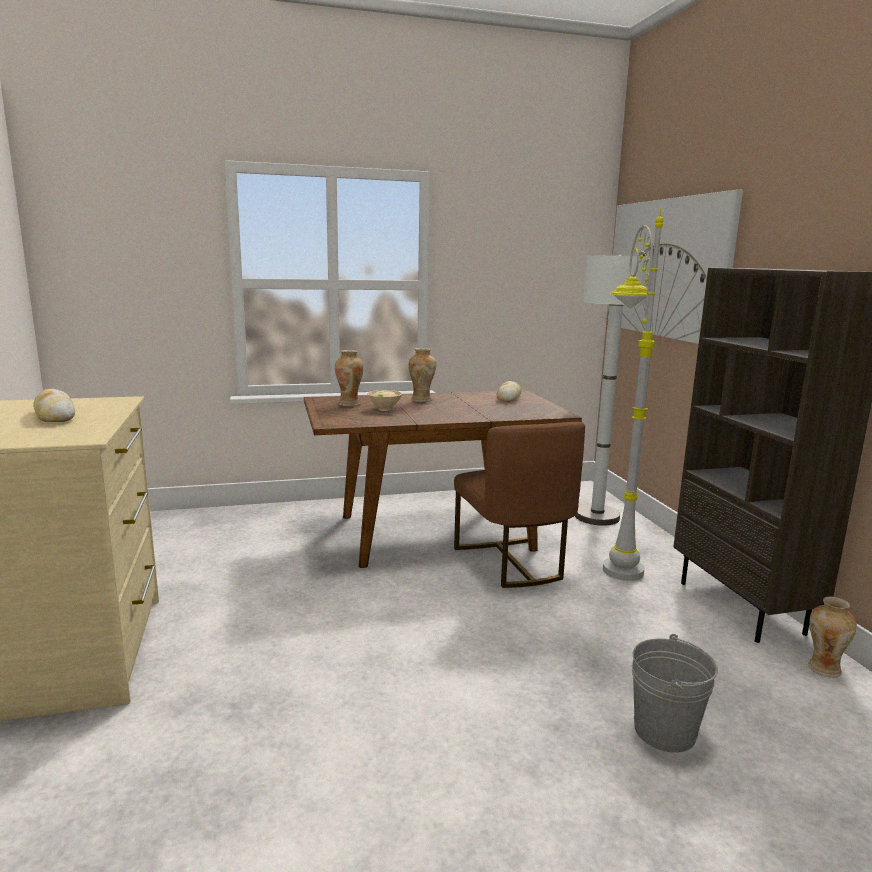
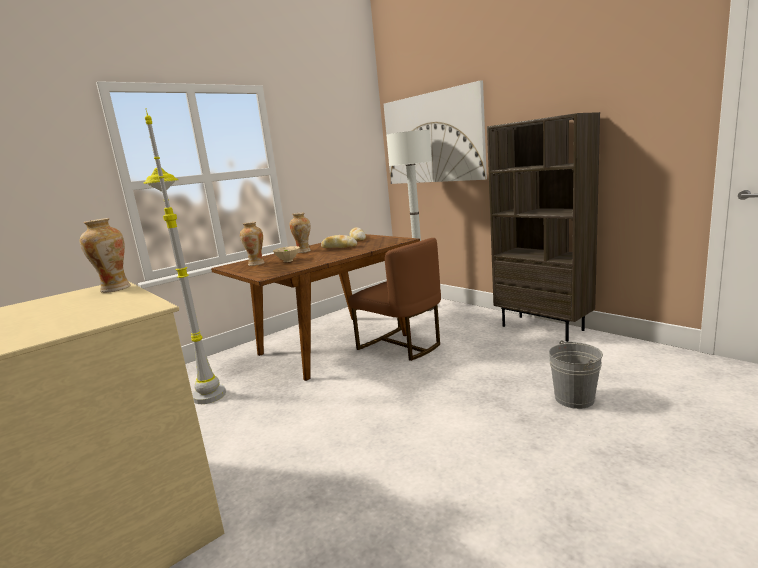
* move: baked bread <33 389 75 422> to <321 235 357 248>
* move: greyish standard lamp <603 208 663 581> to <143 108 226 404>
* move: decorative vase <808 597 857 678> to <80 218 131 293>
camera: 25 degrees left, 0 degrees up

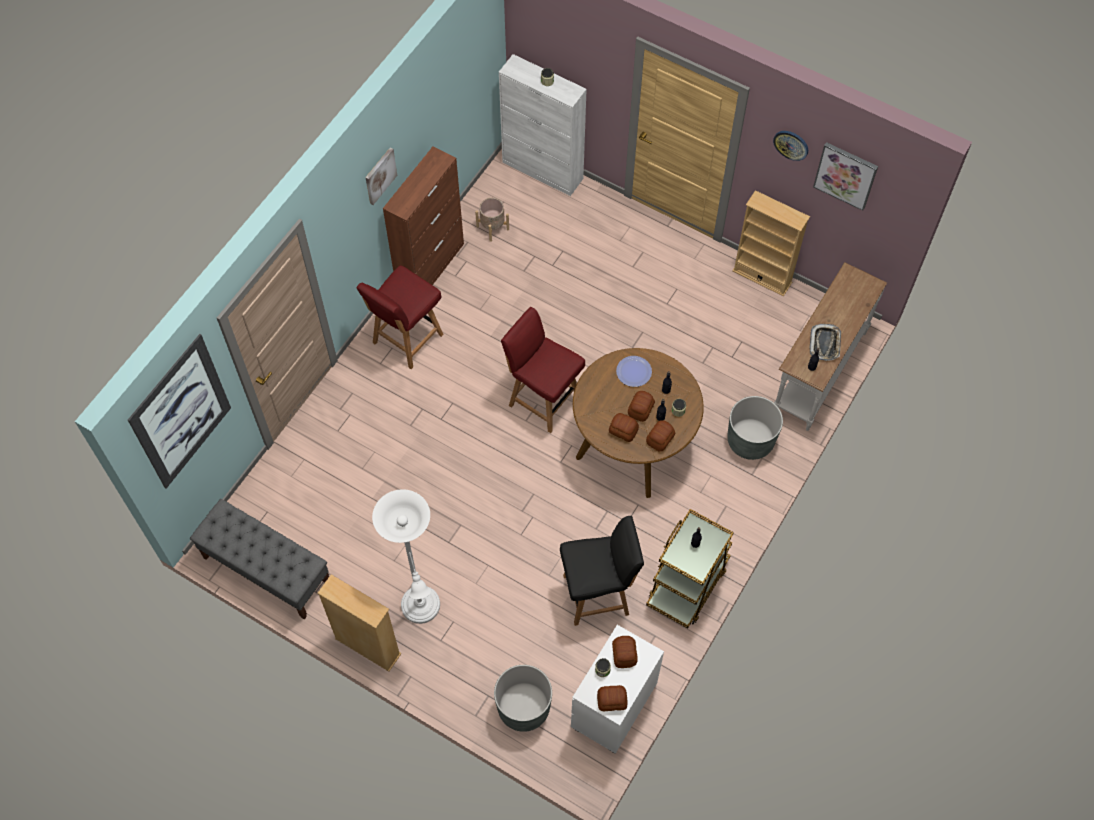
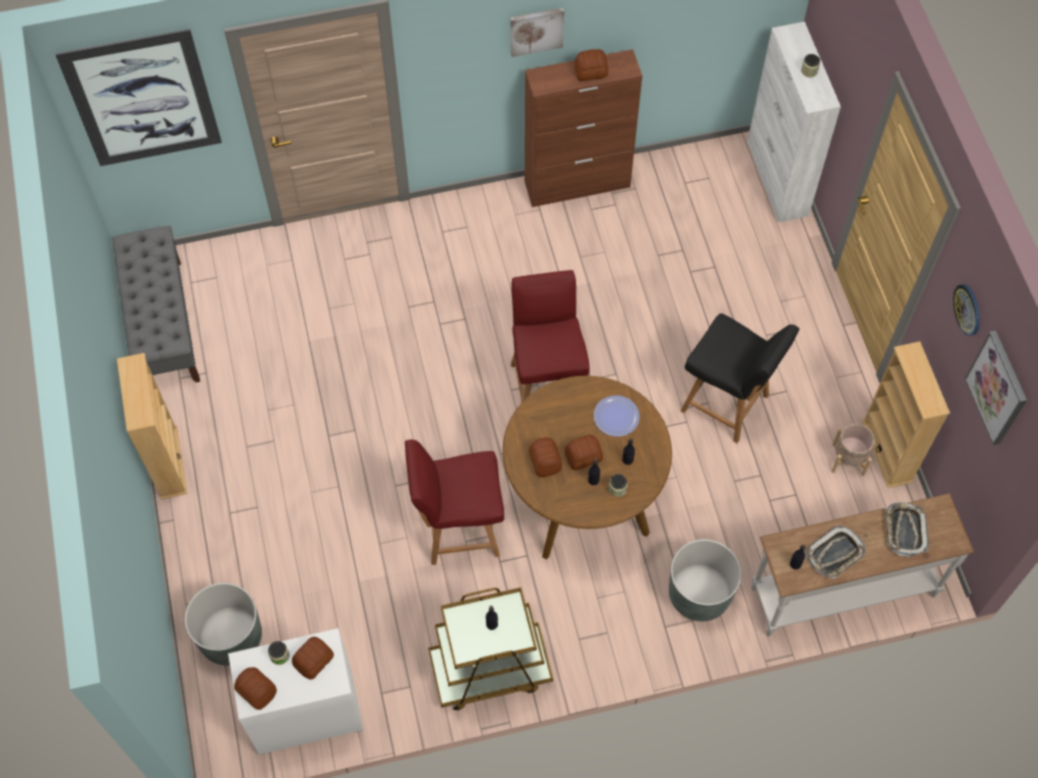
* move: reddish chair <357 265 443 369> to <405 440 504 565>
* delete: whitish standard lamp <372 489 440 624>
* move: beige flower pot <475 198 509 242> to <832 424 875 476>
* move: black-coloured chair <560 516 644 626> to <681 313 799 443>
* move: baked bread <646 420 675 452> to <574 49 608 81>
* insert: serving tray <885 502 929 557>
camera: 45 degrees right, 0 degrees up

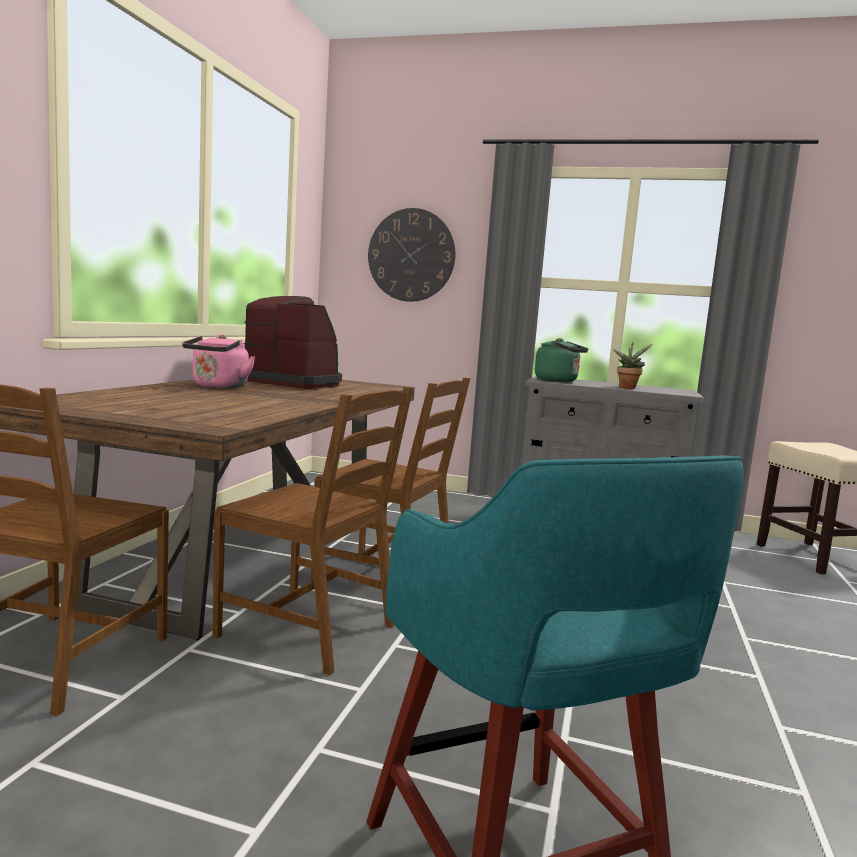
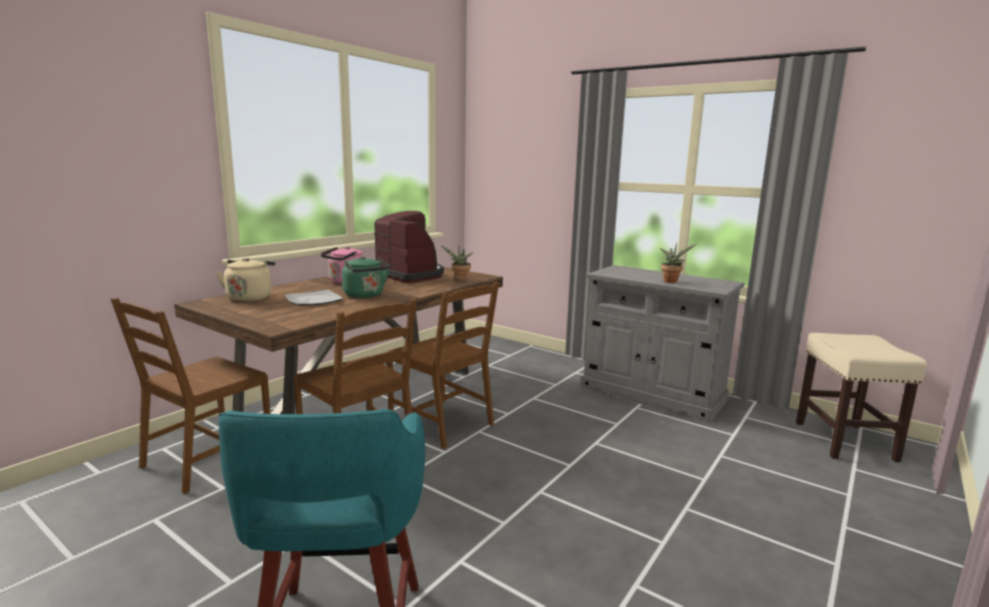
* delete: clock on the wall <368 208 455 302>
* move: green water kettle <535 338 588 382> to <342 256 390 298>
* insert: beige water kettle <216 258 275 302>
* insert: plate <285 290 343 306>
* insert: houseplant <440 245 472 281>
camera: 20 degrees right, 5 degrees up

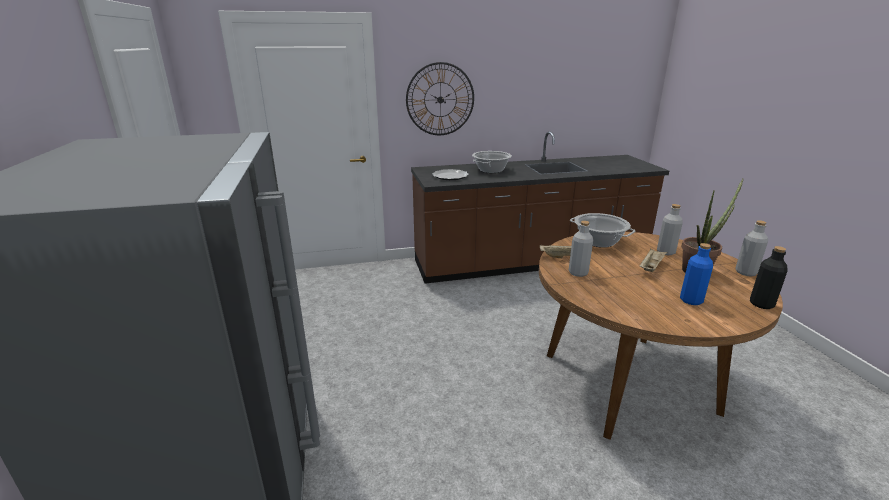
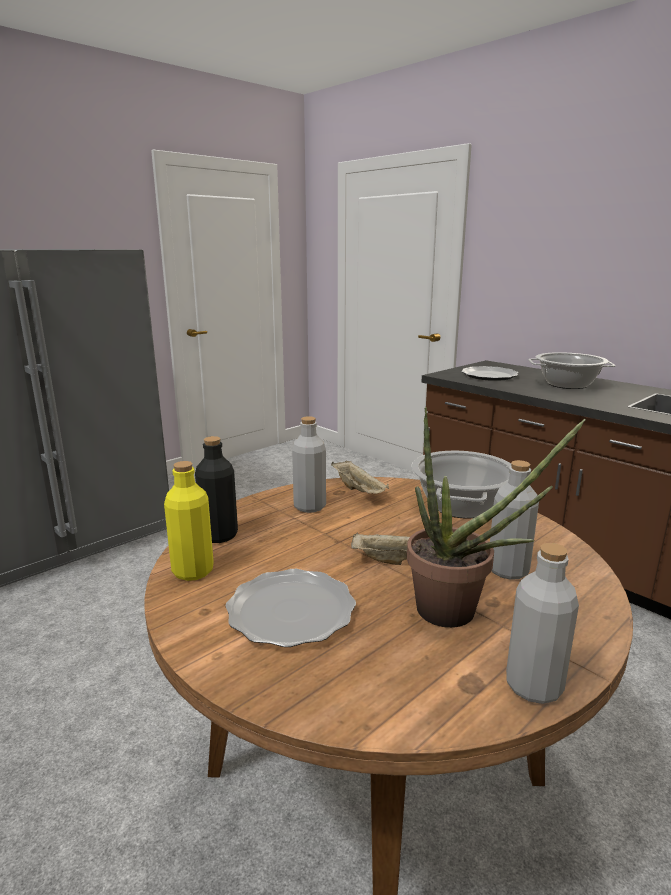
* delete: clock on the wall <406 62 474 135>
* replace: blue drink bottle <680 243 713 305> to plate <225 569 356 647>
* move: black-coloured drink bottle <750 246 788 309> to <195 436 238 543>
* insert: yellow drink bottle <164 461 214 581>
camera: 60 degrees right, 5 degrees down

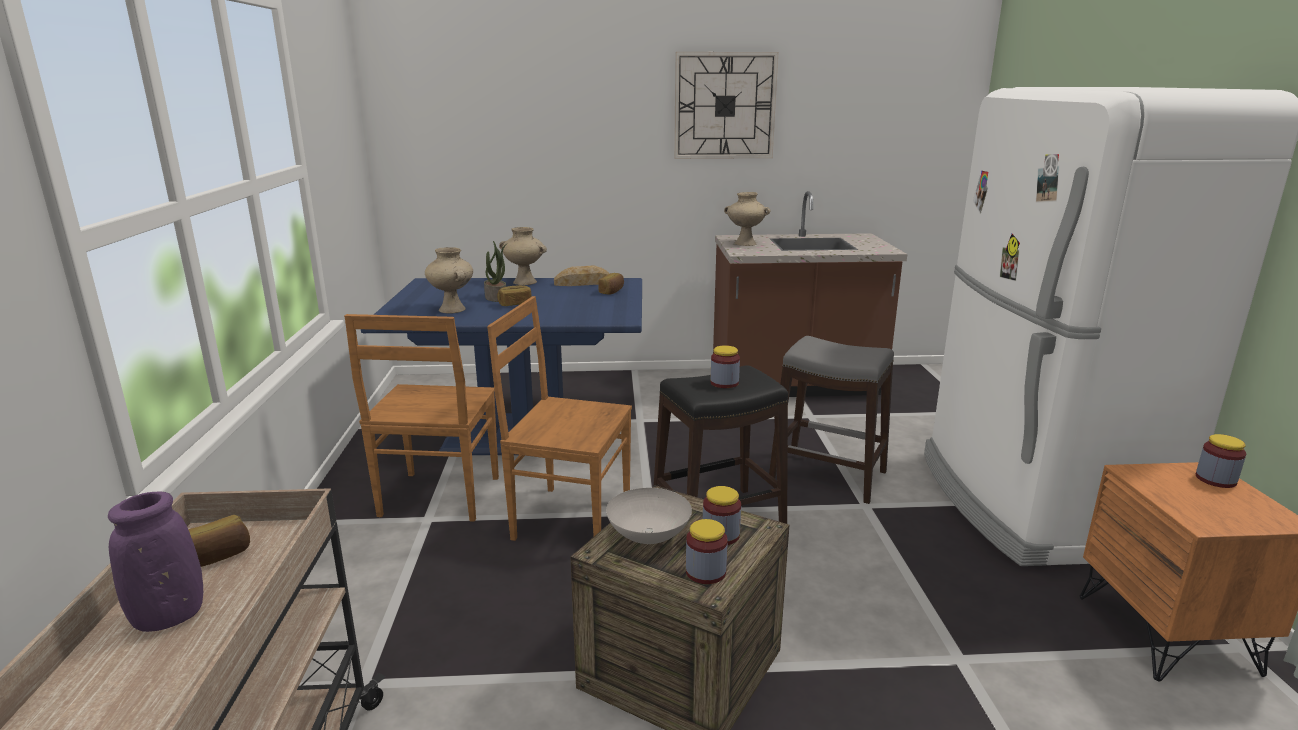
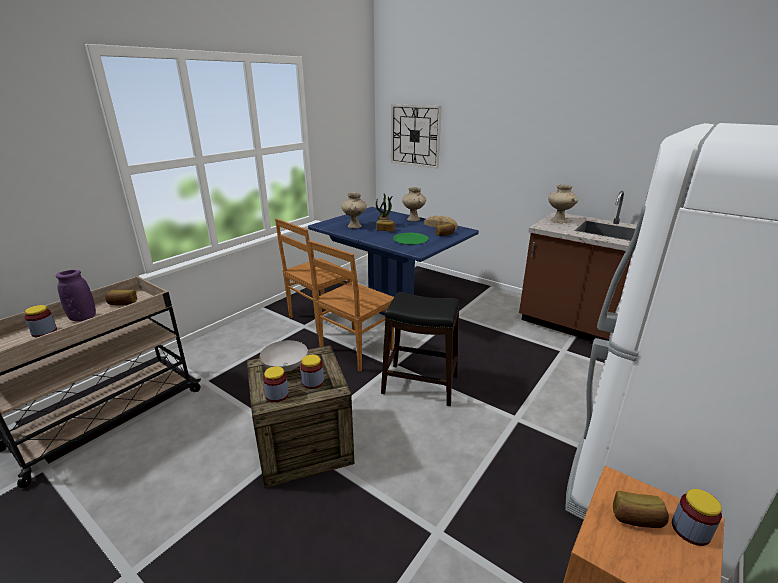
* rotate: brown chair <487 296 632 541> = <308 240 394 372> 105 degrees counterclockwise
* move: clock on the wall <674 52 778 159> to <391 104 442 168>
* move: preserve jar <711 345 740 388> to <24 305 57 338>
* delete: greyish stool <769 336 894 504>
* insert: green plate <393 233 429 245>
* insert: baked bread <613 491 669 528>
camera: 40 degrees right, 5 degrees up

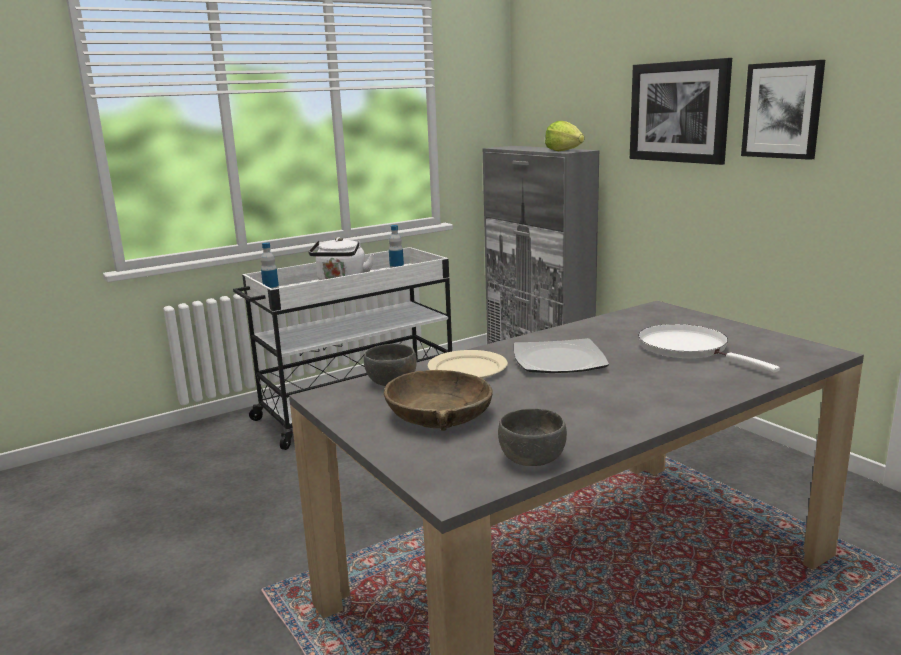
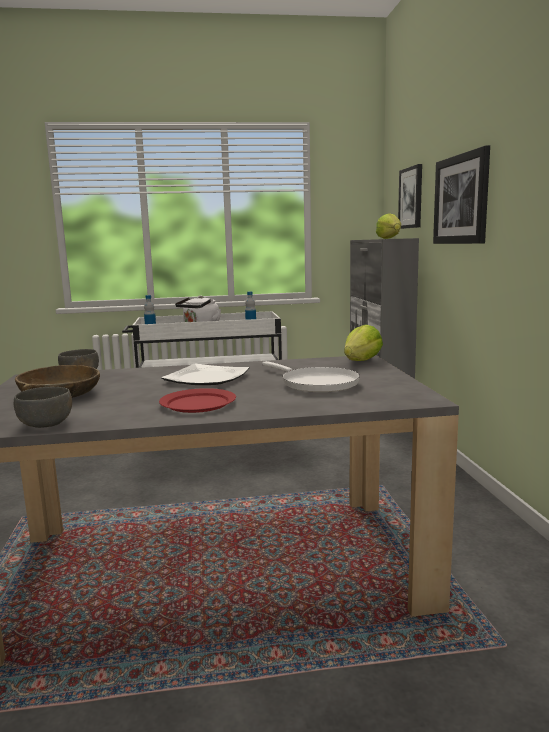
* delete: beige plate <428 350 508 379>
* rotate: whitish pan <638 324 780 372> = <262 361 360 392> 150 degrees clockwise
* move: wall picture <741 60 825 160> to <398 164 422 229>
* insert: reddish plate <159 388 236 413>
* insert: lettuce <344 325 383 361>
camera: 25 degrees right, 5 degrees down

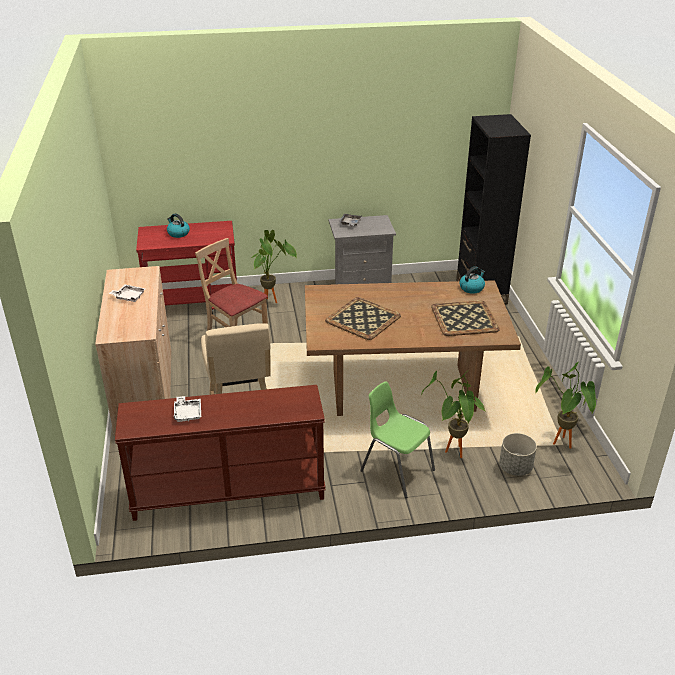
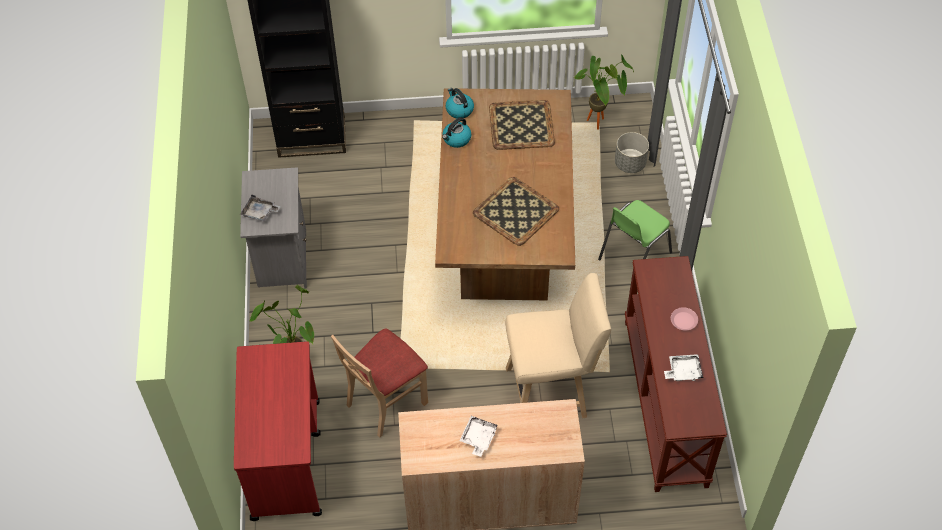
* move: water kettle <167 213 190 238> to <442 117 472 148>
* delete: houseplant <421 371 486 458>
* insert: pinkish plate <671 307 698 331>
camera: 85 degrees left, 20 degrees up

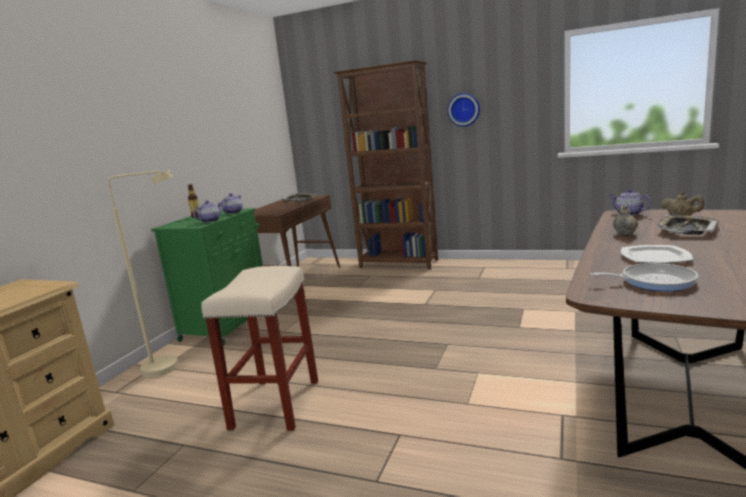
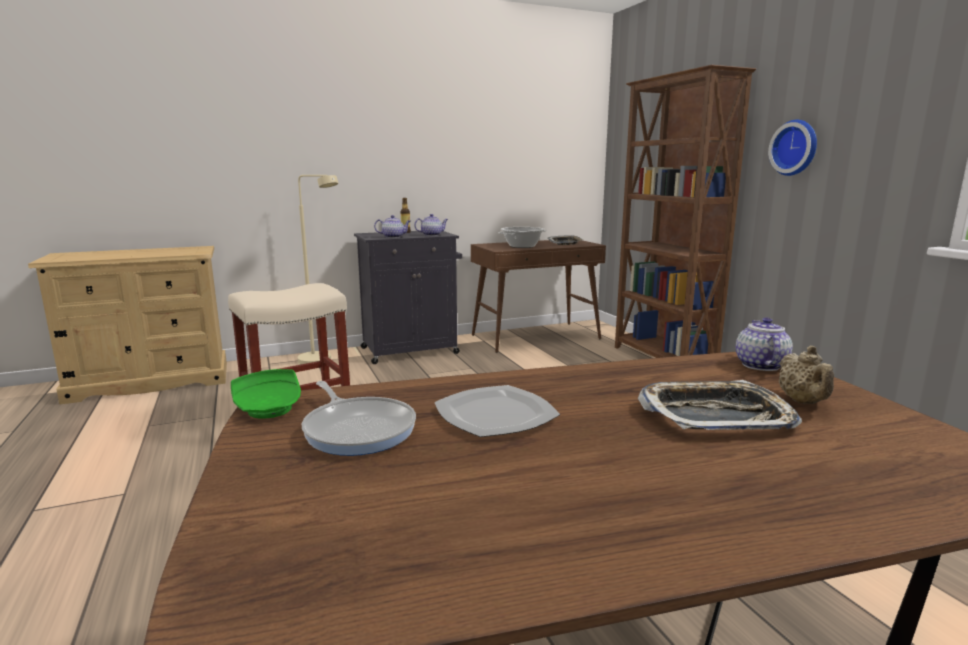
* recolor: green storage cabinet <151 208 263 346> to black-coloured storage cabinet <354 231 462 364>
* delete: beige pot for tea <613 205 638 235>
* insert: green plate <231 369 301 419>
* insert: saucepot <498 227 546 248>
camera: 45 degrees right, 0 degrees up

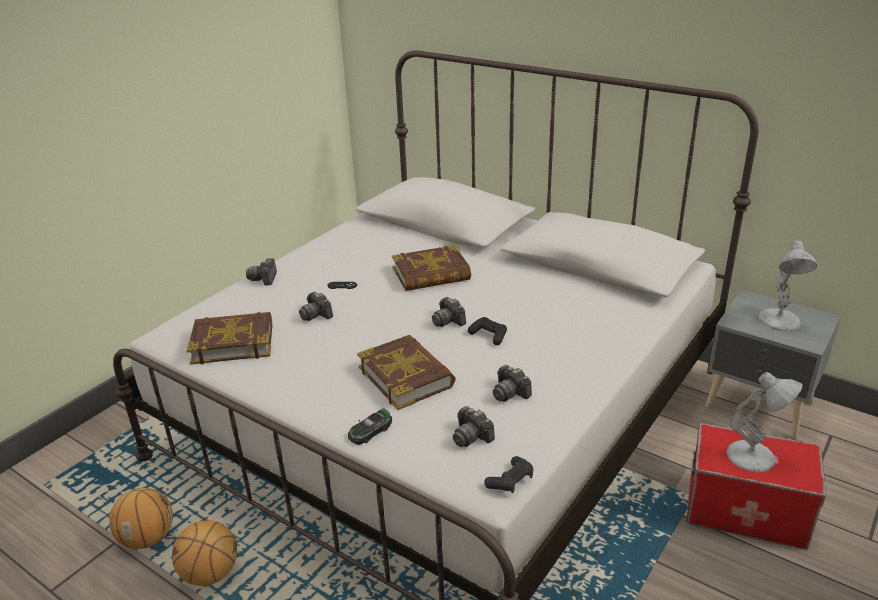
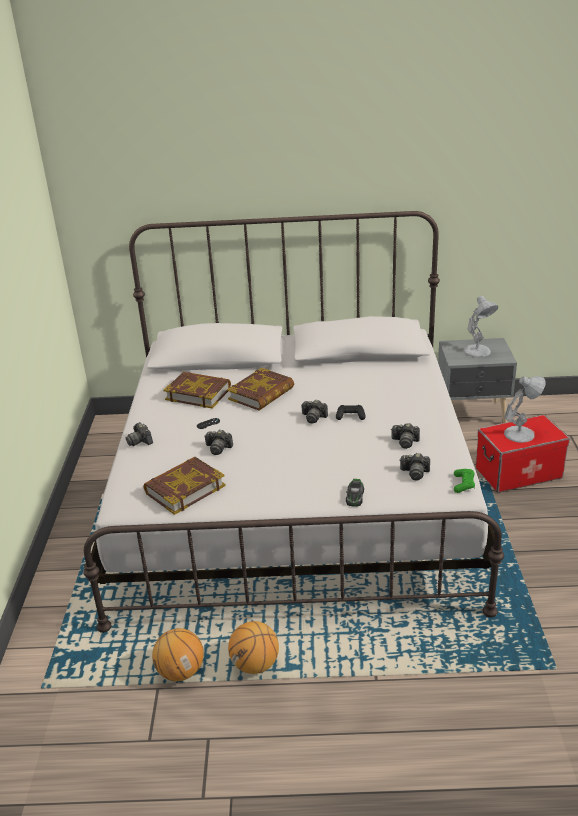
* move: volume <357 335 456 410> to <163 372 231 409>
* recolor: black-coloured joypad <484 456 533 493> to green joypad <454 469 475 493>
camera: 35 degrees left, 0 degrees up

